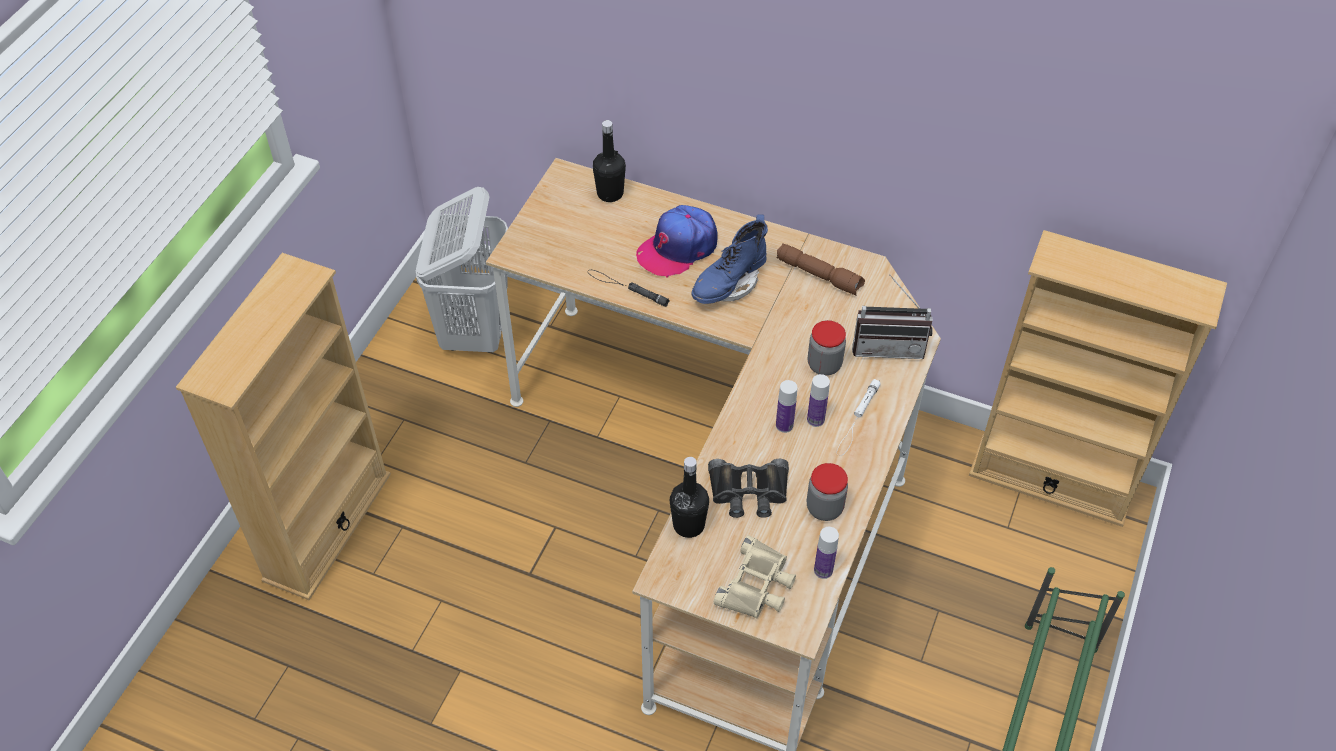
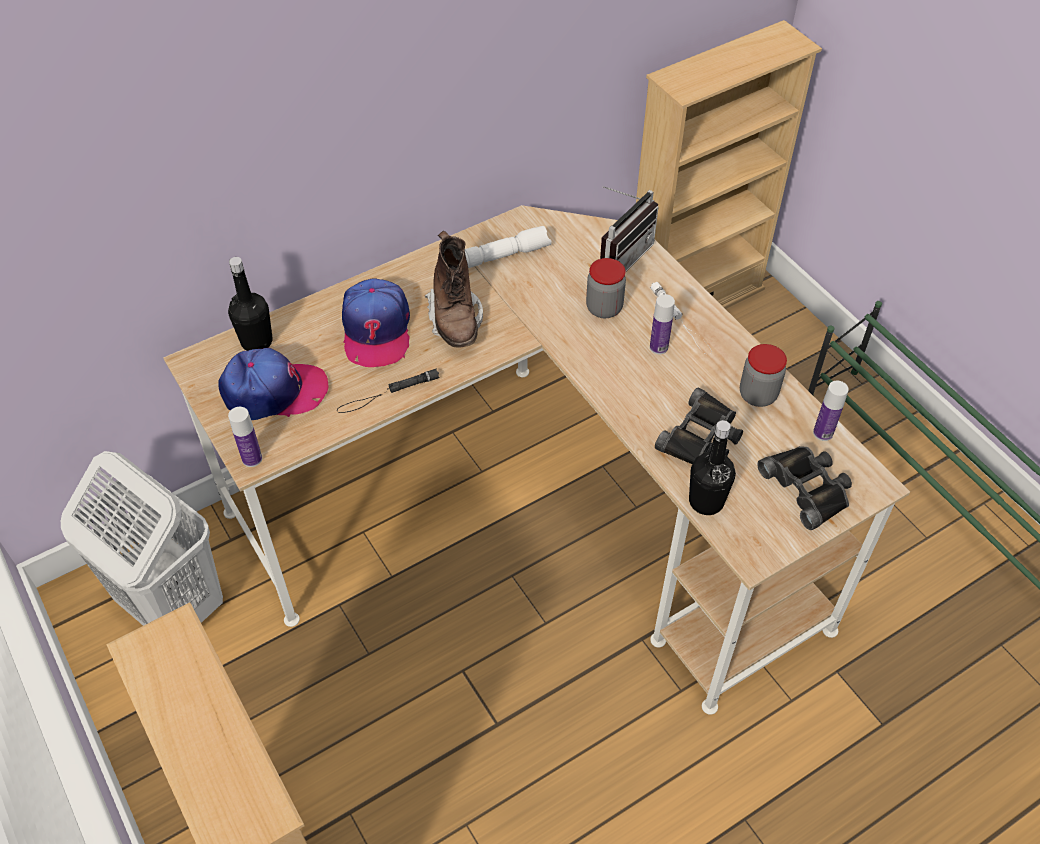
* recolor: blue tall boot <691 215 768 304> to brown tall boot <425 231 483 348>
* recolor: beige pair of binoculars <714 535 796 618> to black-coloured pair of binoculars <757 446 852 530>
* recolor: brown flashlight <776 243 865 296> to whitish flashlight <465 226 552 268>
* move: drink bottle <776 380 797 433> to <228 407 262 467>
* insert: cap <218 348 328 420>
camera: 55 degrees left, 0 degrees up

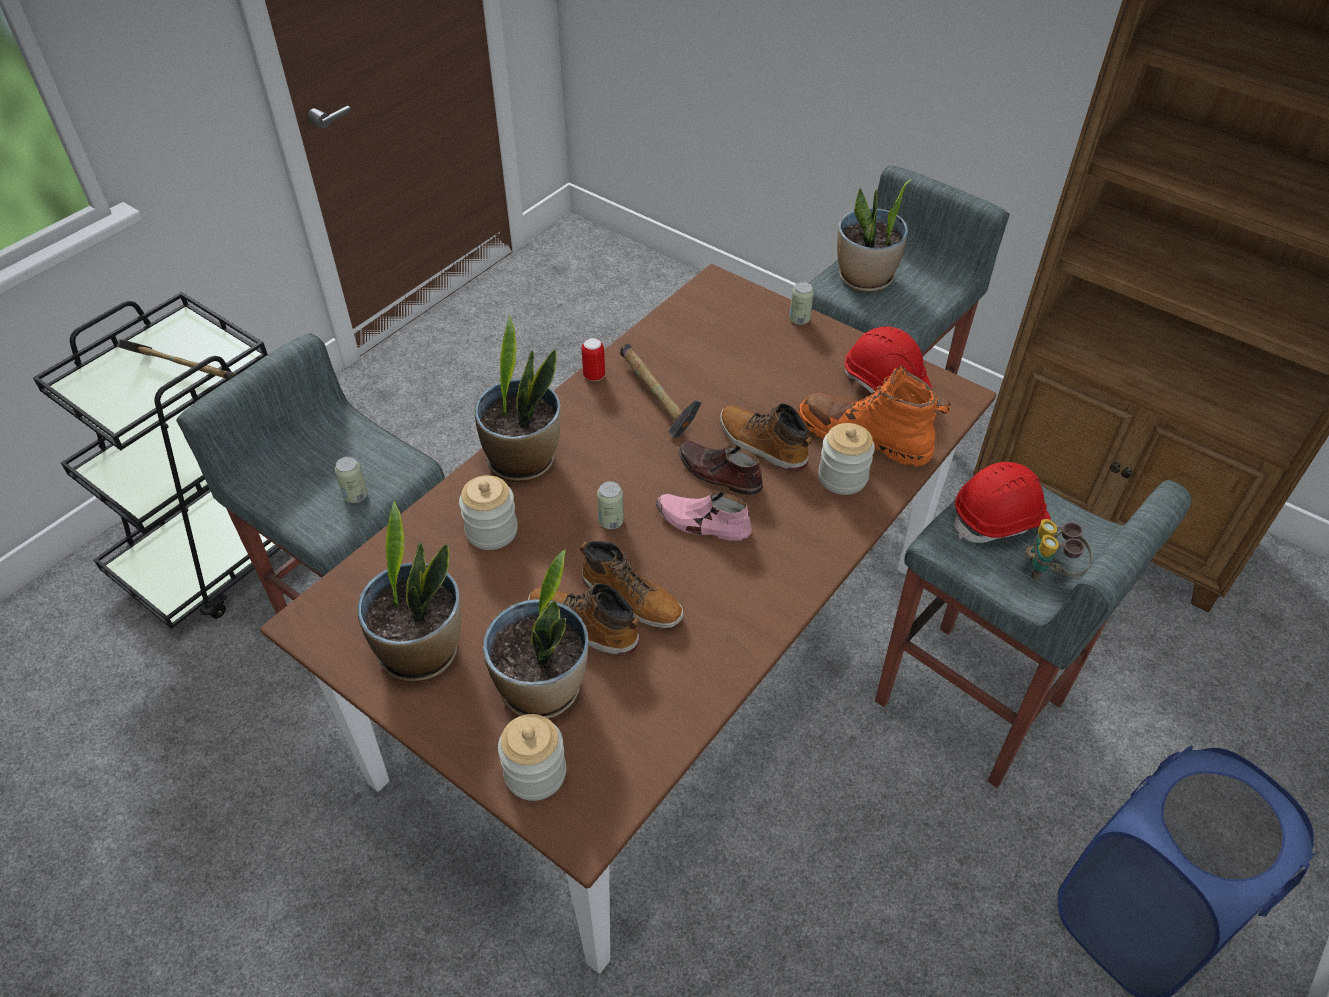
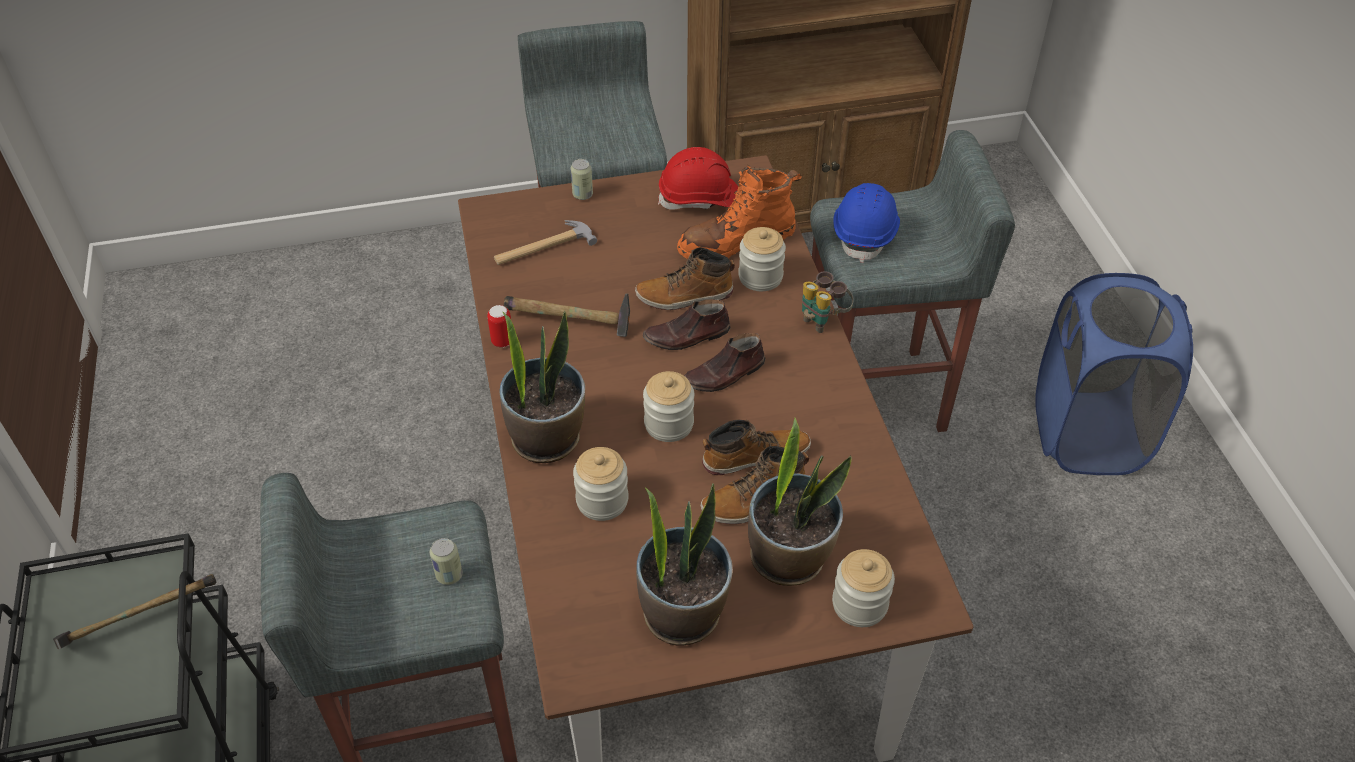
* replace: sealed can <597 481 624 529> to preserve jar <643 371 694 442>
* recolor: pinkish shoe <656 491 752 541> to brown shoe <684 333 765 392>
* delete: houseplant <837 179 912 292>
* recolor: reddish safety helmet <954 462 1051 543> to blue safety helmet <833 183 900 263>
* move: pair of binoculars <1025 519 1093 580> to <802 271 854 333>
* insert: tool hammer <494 220 597 265>
camera: 50 degrees left, 0 degrees up

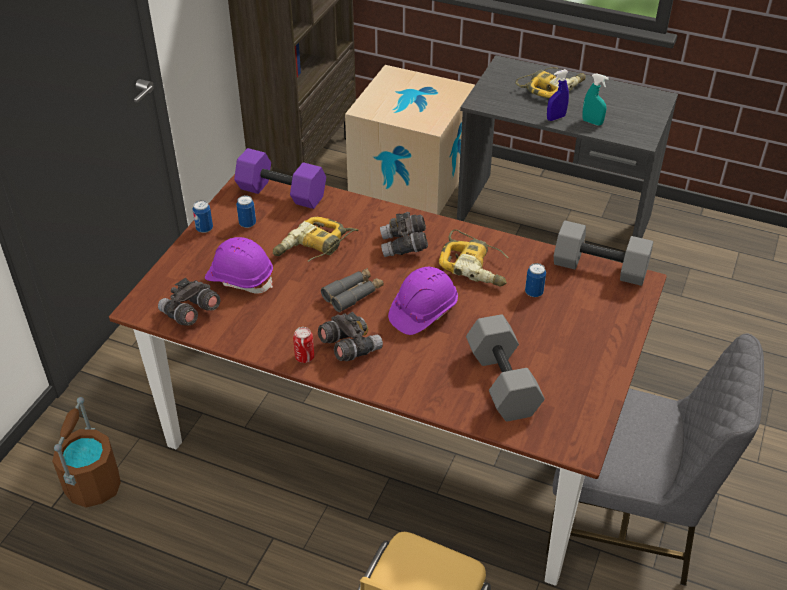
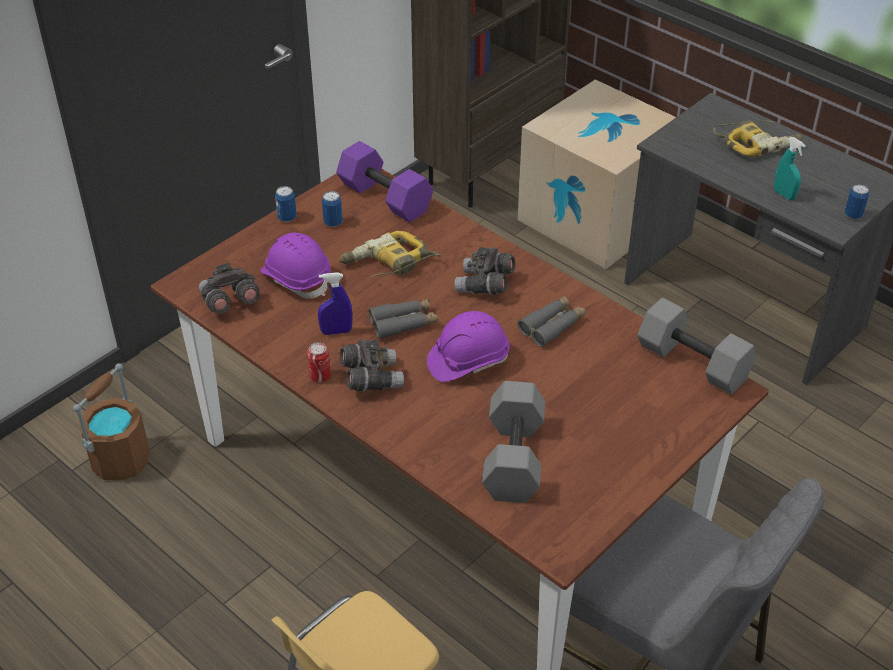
* replace: drill <439 229 509 287> to greyish pair of binoculars <518 296 586 347>
* move: sealed can <525 263 546 297> to <845 184 869 219>
* move: blue sprayer <547 69 569 121> to <318 272 352 335>
camera: 20 degrees right, 0 degrees up

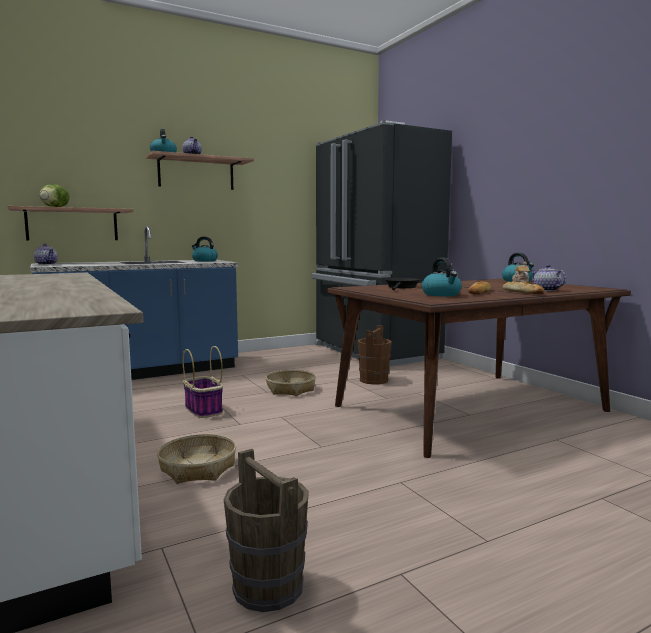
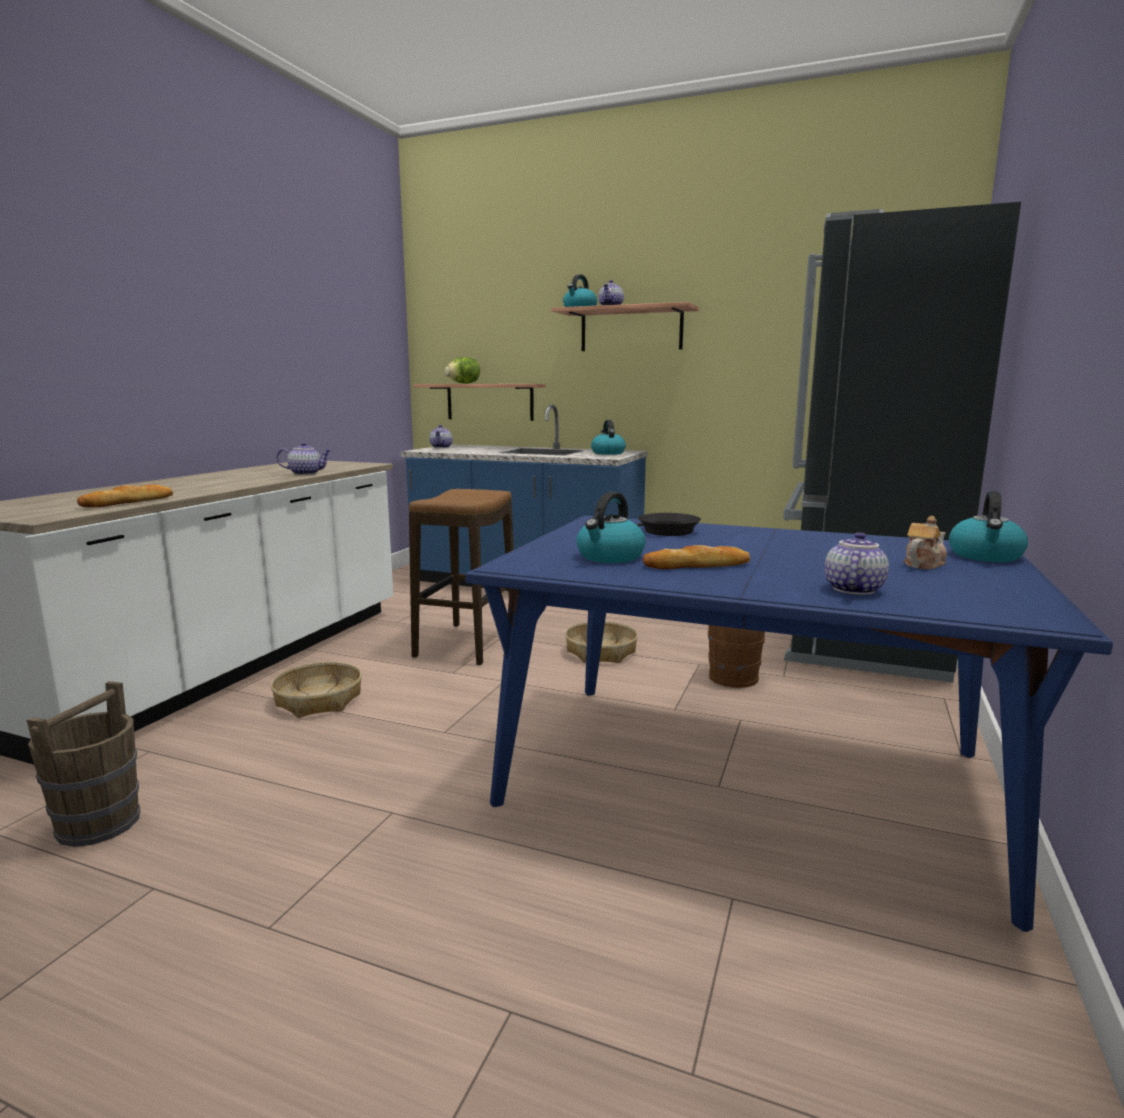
* replace: basket <182 346 223 418> to stool <409 489 514 665>
* recolor: brown dining table <327 279 631 458> to blue dining table <465 515 1113 932>
* move: baked bread <503 281 544 294> to <77 484 173 507>
* insert: pot for tea <277 442 332 475>
camera: 50 degrees right, 5 degrees up

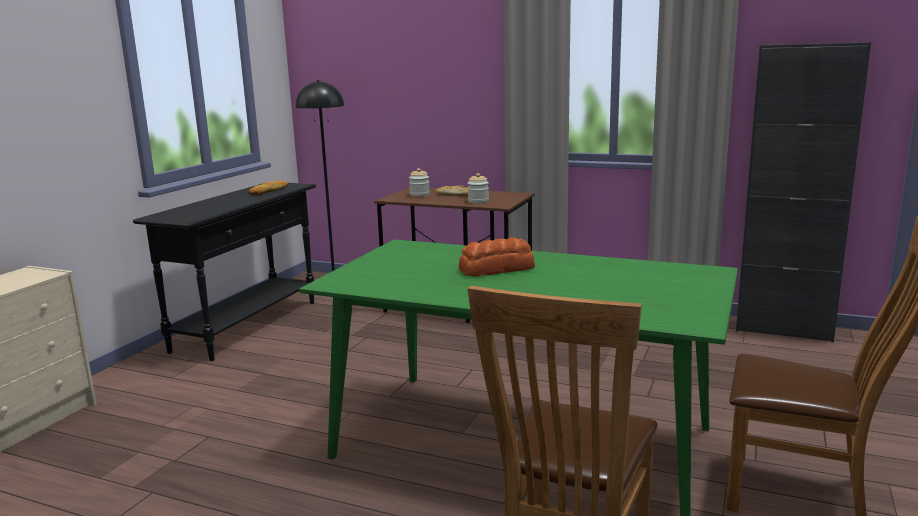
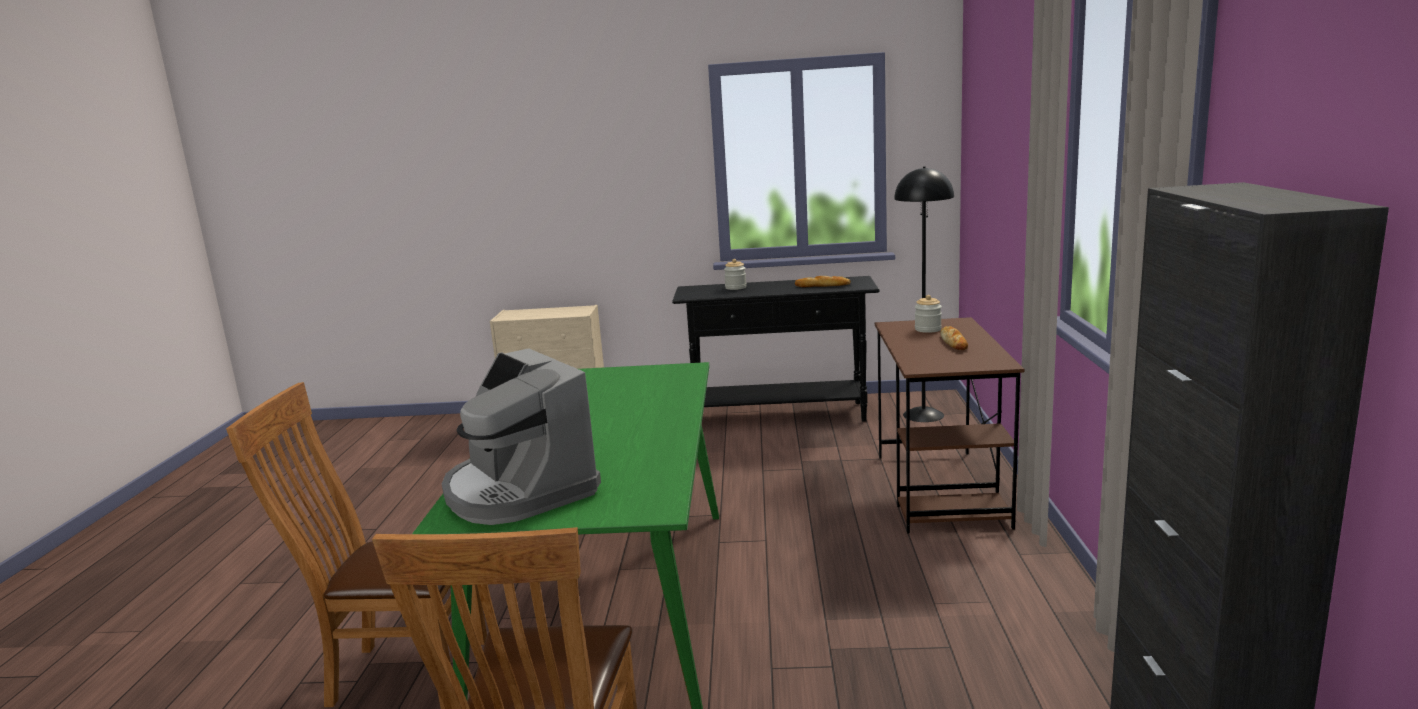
* delete: baked bread <459 237 535 277>
* move: preserve jar <468 173 489 204> to <724 259 746 290>
* insert: coffee maker <442 348 601 525>
camera: 70 degrees right, 0 degrees up

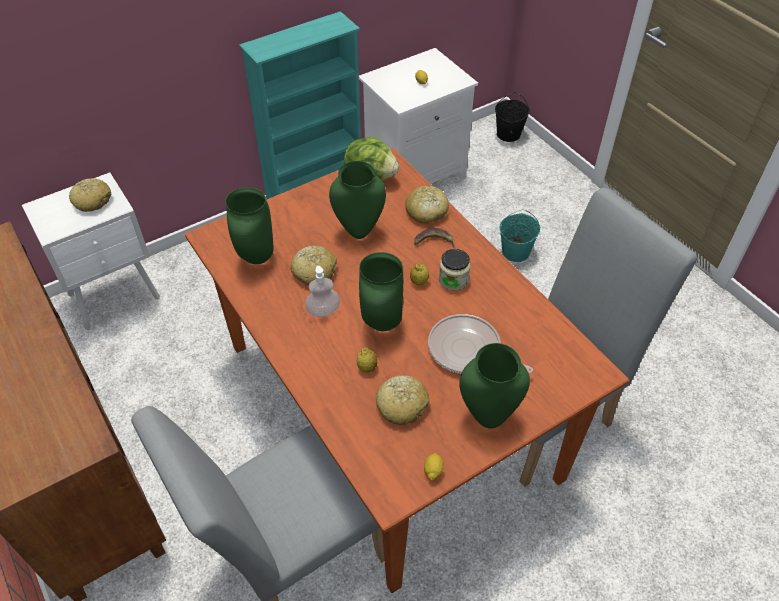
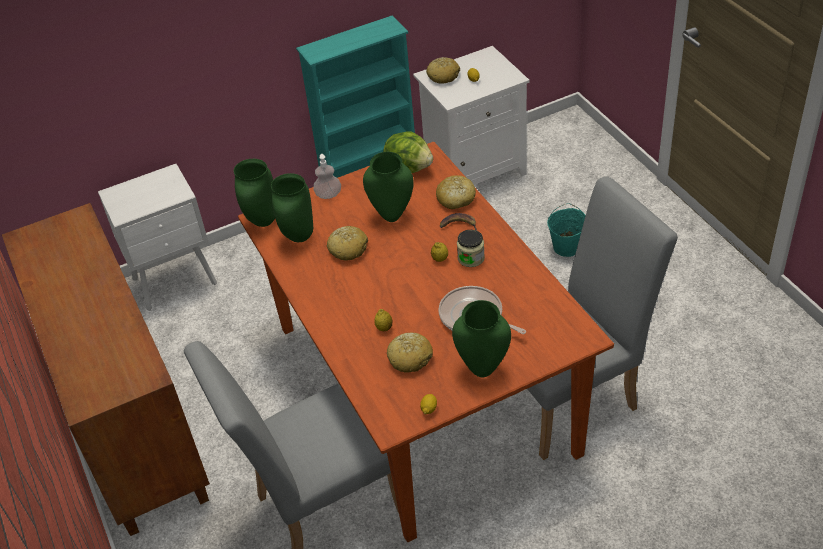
* move: baked bread <69 178 111 212> to <426 57 460 84>
* move: soap dispenser <305 265 340 317> to <313 154 341 199>
* move: green decorative vase <359 252 403 331> to <234 159 275 227>
* delete: black-coloured bucket <495 92 530 142>
camera: 10 degrees right, 5 degrees down

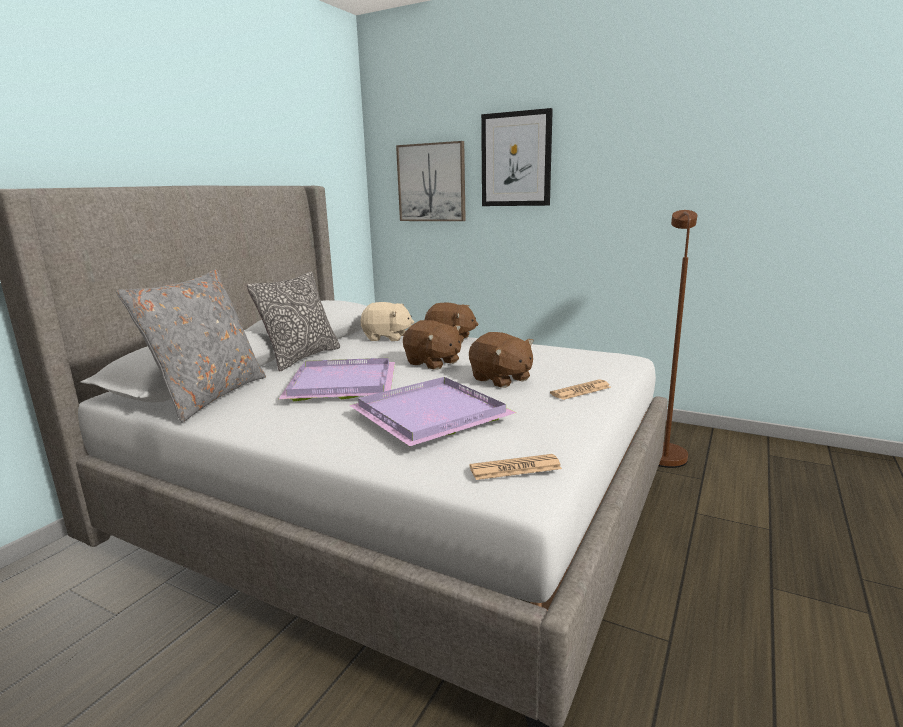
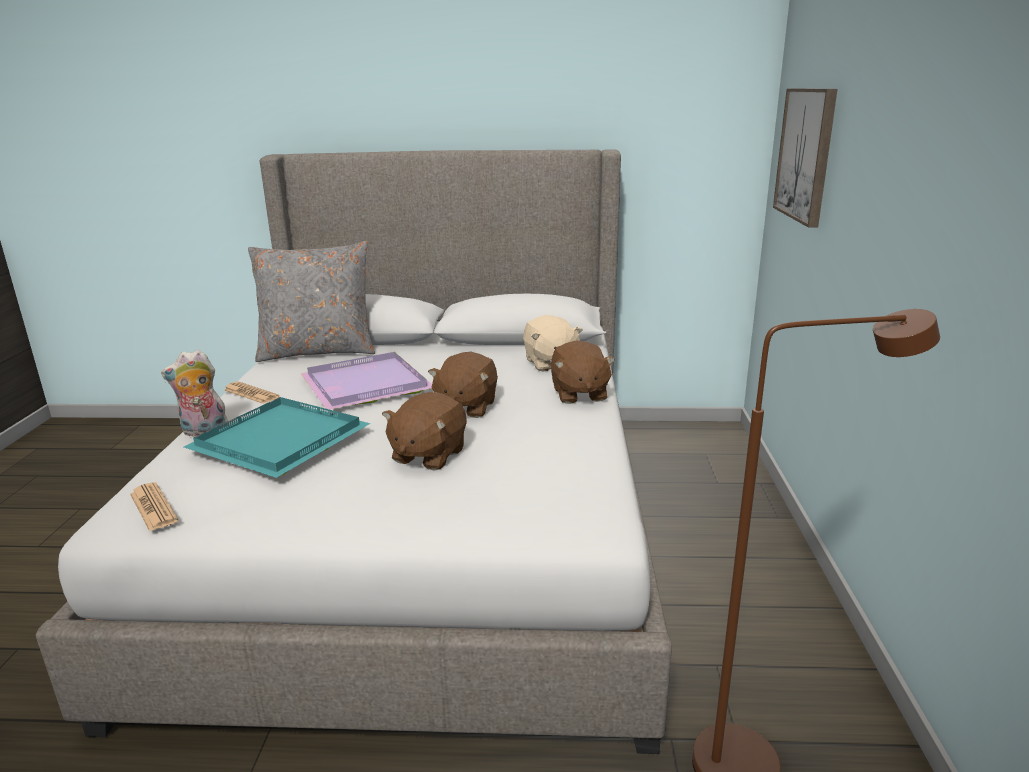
* delete: cushion <247 271 340 371>
* recolor: purple-coloured serving tray <349 377 517 446> to turquoise-coloured serving tray <184 397 371 478>
* delete: wall picture <481 108 553 206>
* move: daily paper <550 380 611 400> to <224 382 279 404>
* insert: soft toy <161 350 228 437>
camera: 65 degrees right, 5 degrees up

